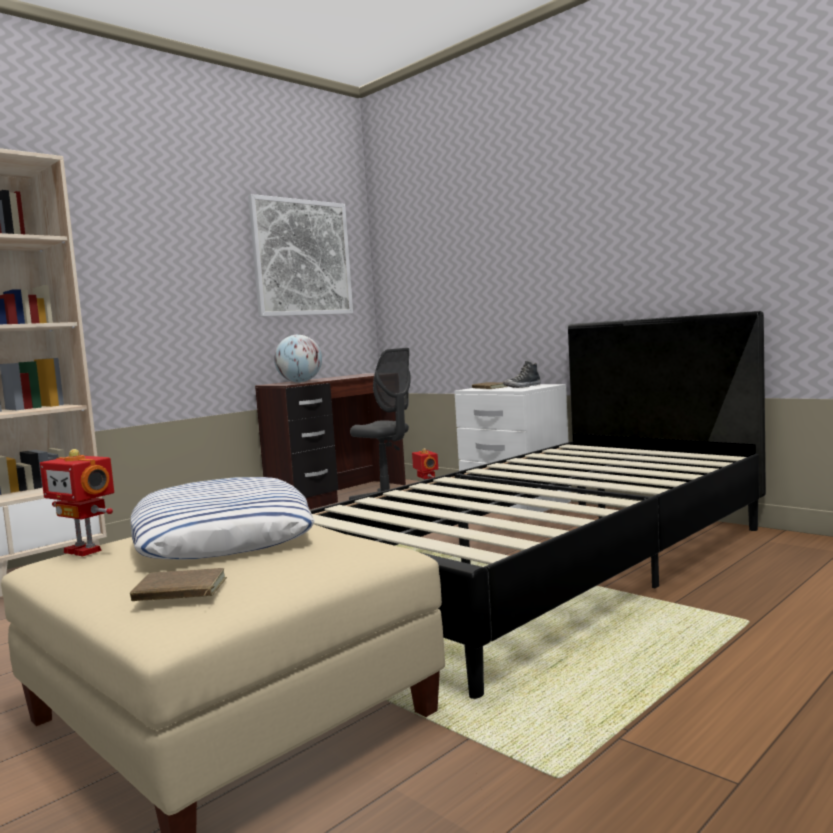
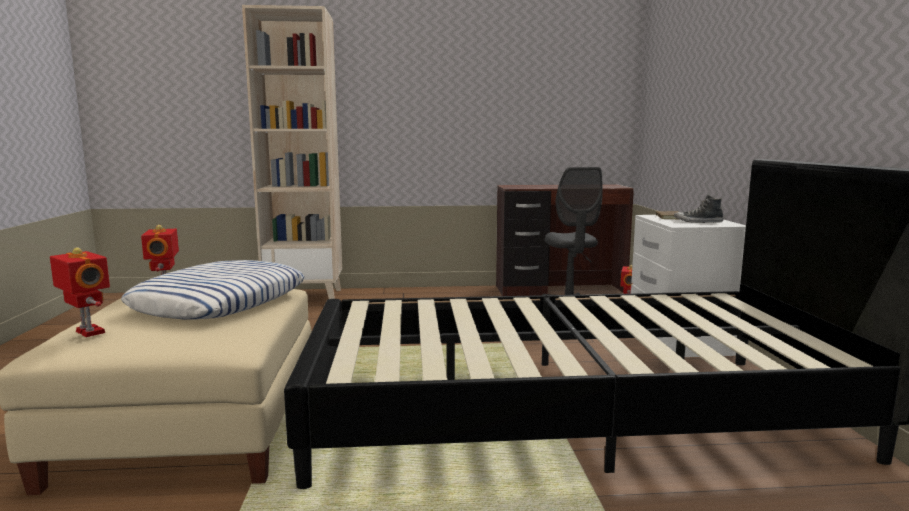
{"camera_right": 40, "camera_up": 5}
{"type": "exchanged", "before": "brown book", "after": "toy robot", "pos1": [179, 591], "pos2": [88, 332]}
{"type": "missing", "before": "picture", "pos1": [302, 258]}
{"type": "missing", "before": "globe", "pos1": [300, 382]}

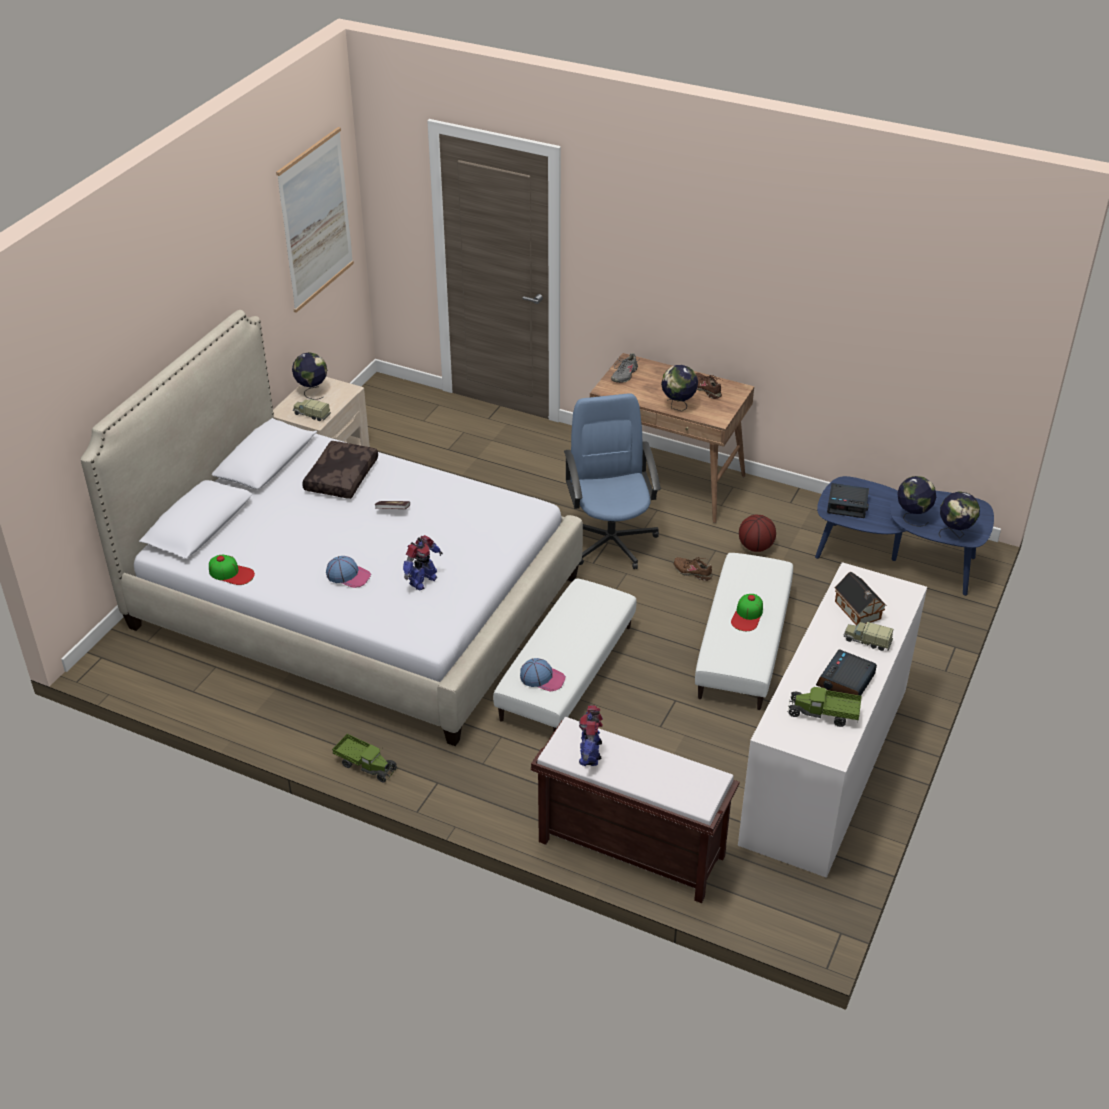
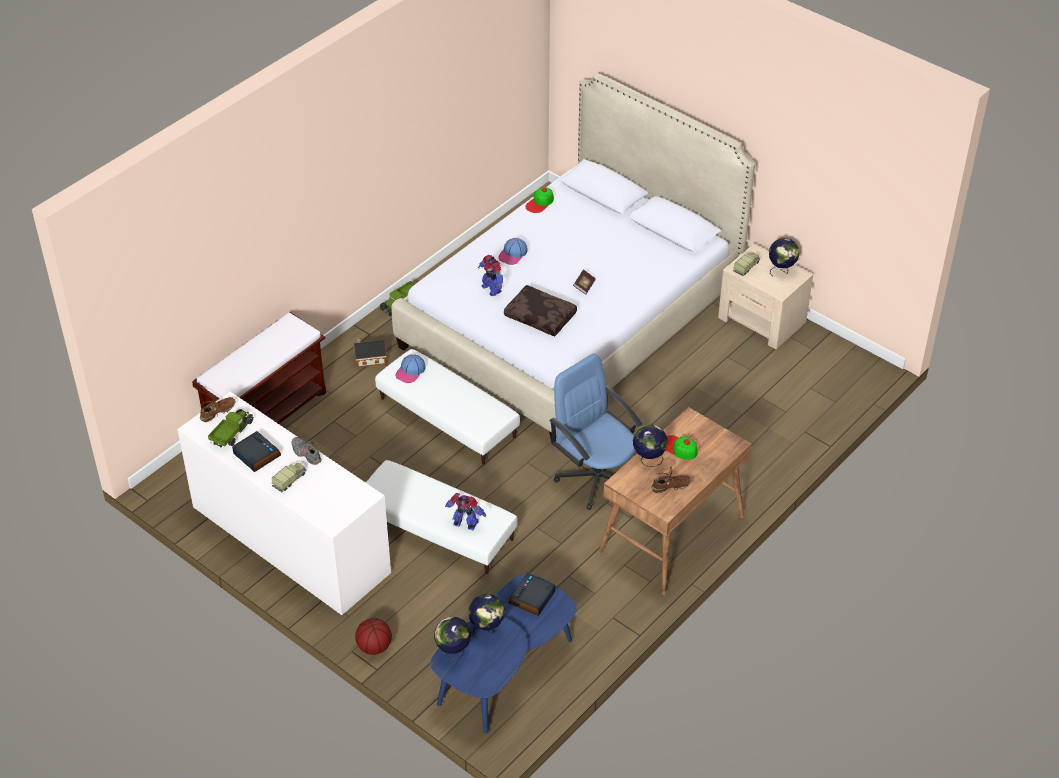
{"camera_right": 105, "camera_up": 5}
{"type": "missing", "before": "picture", "pos1": [315, 220]}
{"type": "relocated", "before": "brown pillow", "pos1": [340, 477], "pos2": [541, 316]}
{"type": "spun", "before": "blue office chair", "pos1": [611, 541], "pos2": [596, 477], "turn": -135}
{"type": "relocated", "before": "toy robot", "pos1": [590, 754], "pos2": [465, 524]}
{"type": "relocated", "before": "grey shoe", "pos1": [624, 375], "pos2": [306, 453]}
{"type": "relocated", "before": "brown shoe", "pos1": [692, 572], "pos2": [218, 412]}
{"type": "relocated", "before": "cap", "pos1": [747, 615], "pos2": [678, 447]}
{"type": "relocated", "before": "basketball", "pos1": [755, 547], "pos2": [374, 646]}
{"type": "relocated", "before": "toy house", "pos1": [858, 611], "pos2": [369, 359]}

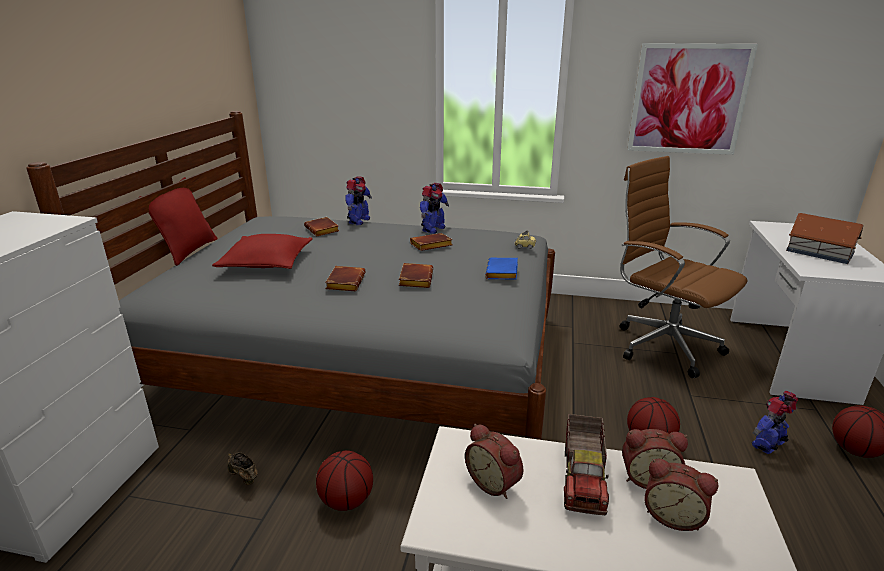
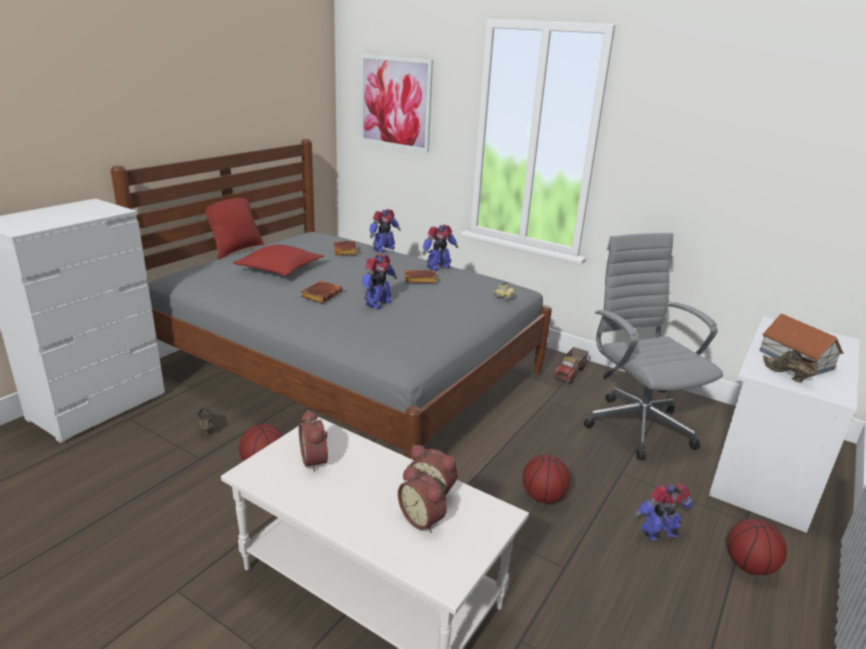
{"camera_right": 20, "camera_up": 0}
{"type": "exchanged", "before": "brown book", "after": "toy robot", "pos1": [415, 279], "pos2": [377, 303]}
{"type": "missing", "before": "blue book", "pos1": [503, 273]}
{"type": "relocated", "before": "toy truck", "pos1": [584, 478], "pos2": [570, 373]}
{"type": "colour", "before": "brown office chair", "after": "grey office chair", "pos1": [662, 345], "pos2": [635, 425]}
{"type": "relocated", "before": "picture", "pos1": [688, 99], "pos2": [395, 103]}
{"type": "appeared", "after": "brown shoe", "pos2": [787, 375]}

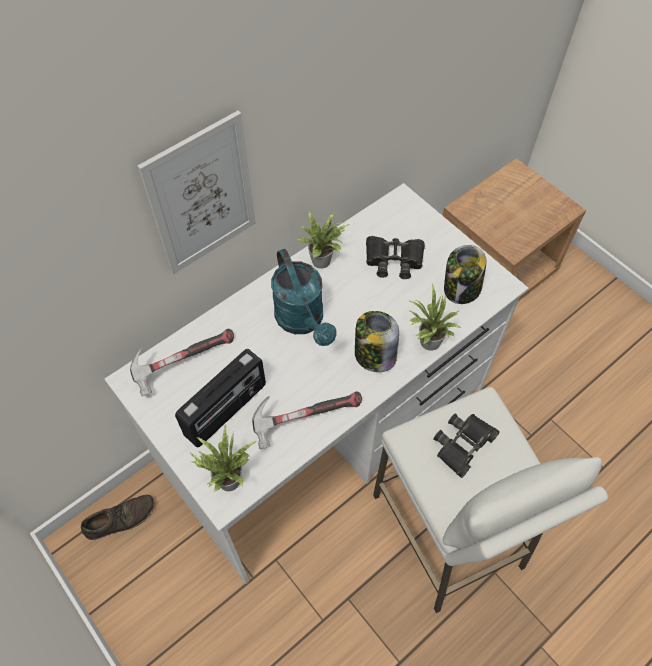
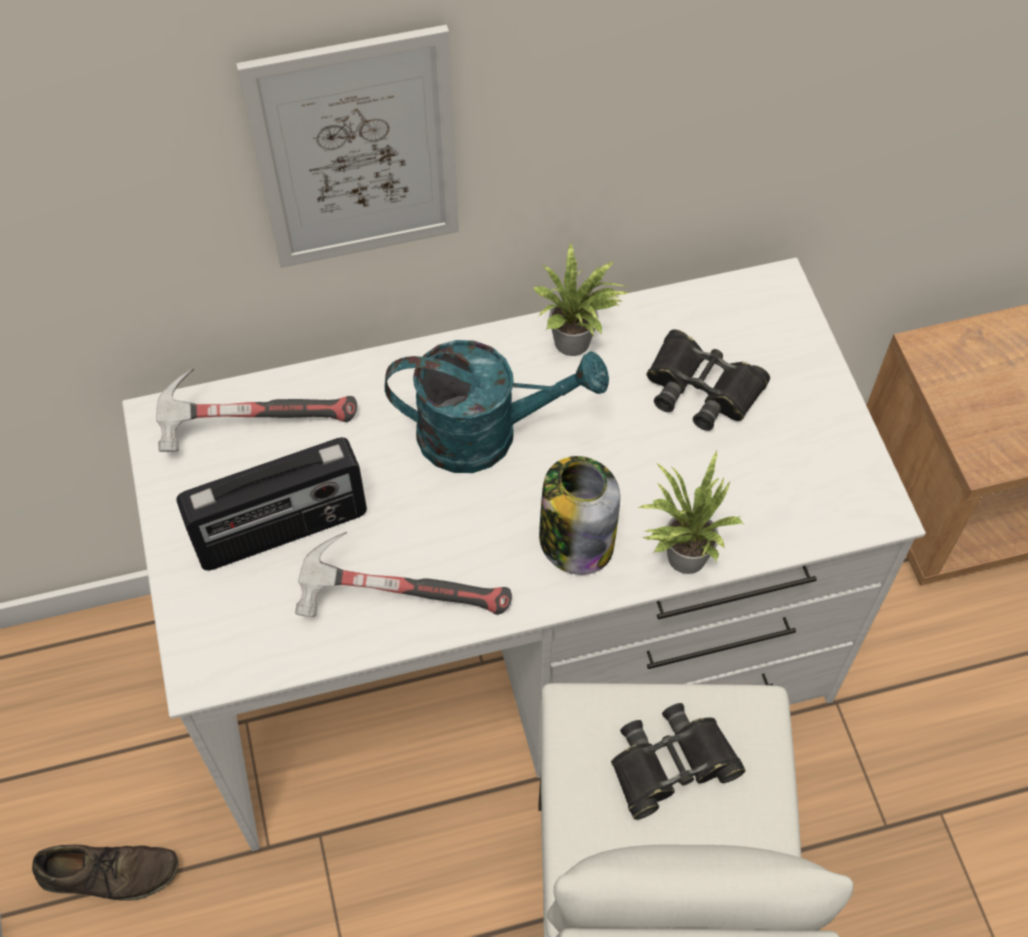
{"camera_right": 25, "camera_up": 0}
{"type": "relocated", "before": "brown shoe", "pos1": [120, 519], "pos2": [109, 873]}
{"type": "missing", "before": "potted plant", "pos1": [227, 477]}
{"type": "spun", "before": "turquoise watering can", "pos1": [303, 321], "pos2": [486, 433], "turn": -90}
{"type": "missing", "before": "jar", "pos1": [461, 289]}

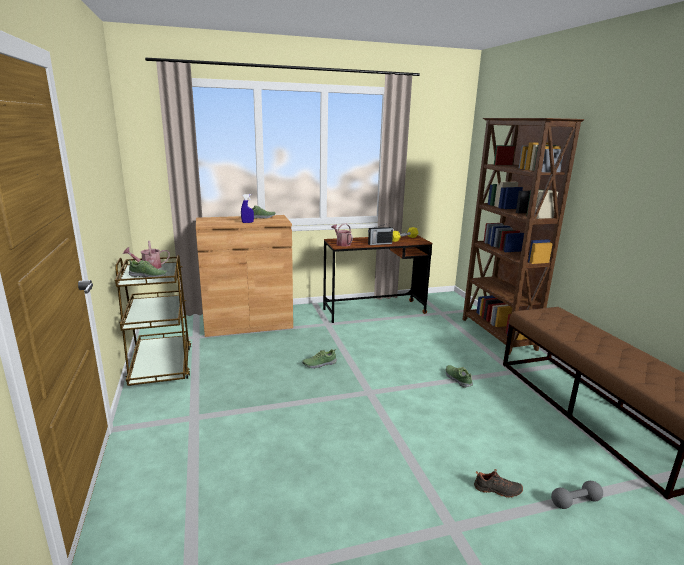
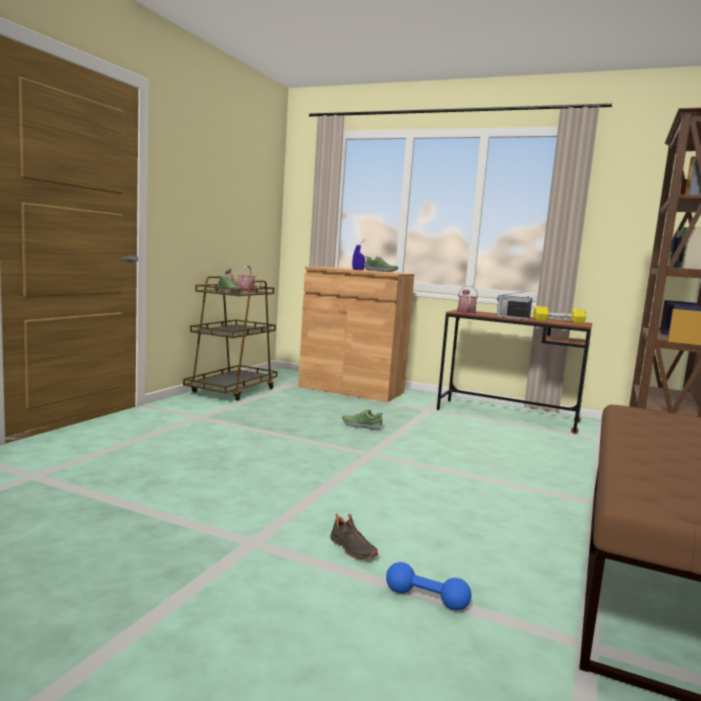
{"camera_right": 40, "camera_up": -10}
{"type": "missing", "before": "shoe", "pos1": [458, 379]}
{"type": "colour", "before": "grey dumbbell", "after": "blue dumbbell", "pos1": [575, 502], "pos2": [426, 599]}

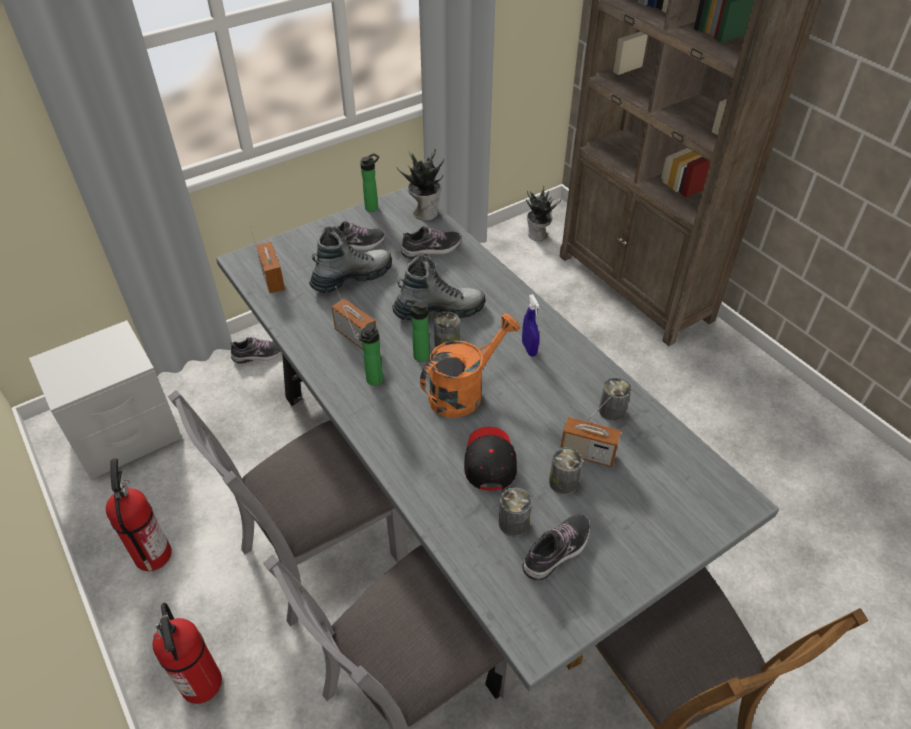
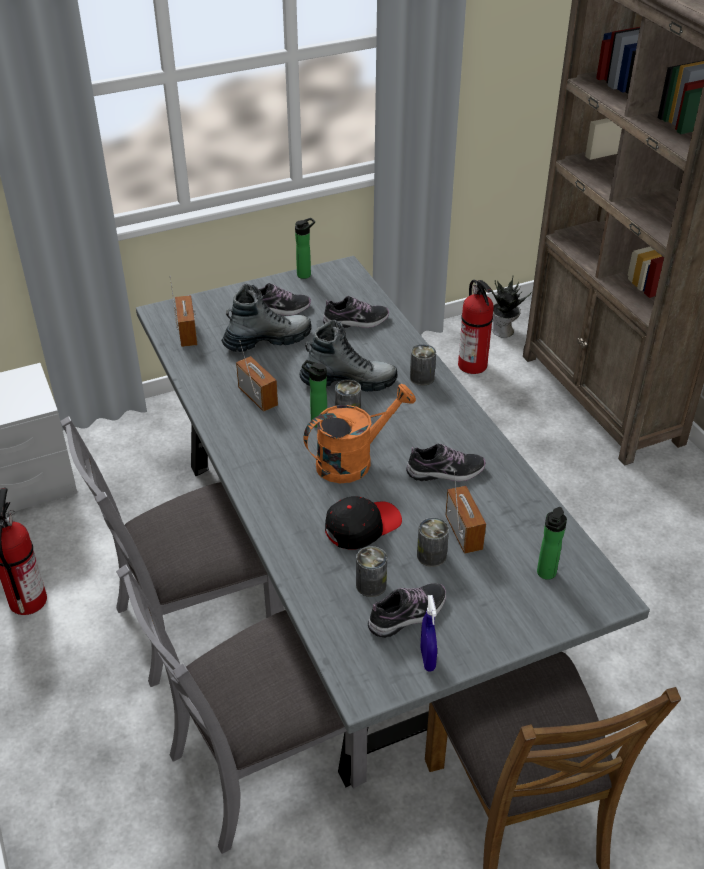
{"camera_right": 10, "camera_up": -5}
{"type": "relocated", "before": "fire extinguisher", "pos1": [202, 684], "pos2": [473, 365]}
{"type": "relocated", "before": "shoe", "pos1": [259, 355], "pos2": [445, 472]}
{"type": "relocated", "before": "bottle", "pos1": [373, 382], "pos2": [545, 574]}
{"type": "missing", "before": "potted plant", "pos1": [425, 212]}
{"type": "spun", "before": "black cap", "pos1": [489, 461], "pos2": [362, 526], "turn": 45}
{"type": "relocated", "before": "blue spray bottle", "pos1": [529, 349], "pos2": [427, 659]}
{"type": "spun", "before": "radio", "pos1": [587, 454], "pos2": [463, 533], "turn": -135}
{"type": "relocated", "before": "can", "pos1": [612, 411], "pos2": [422, 377]}

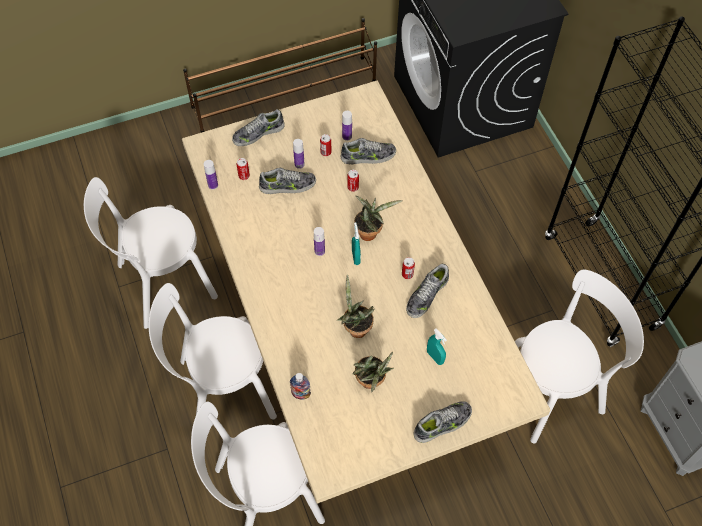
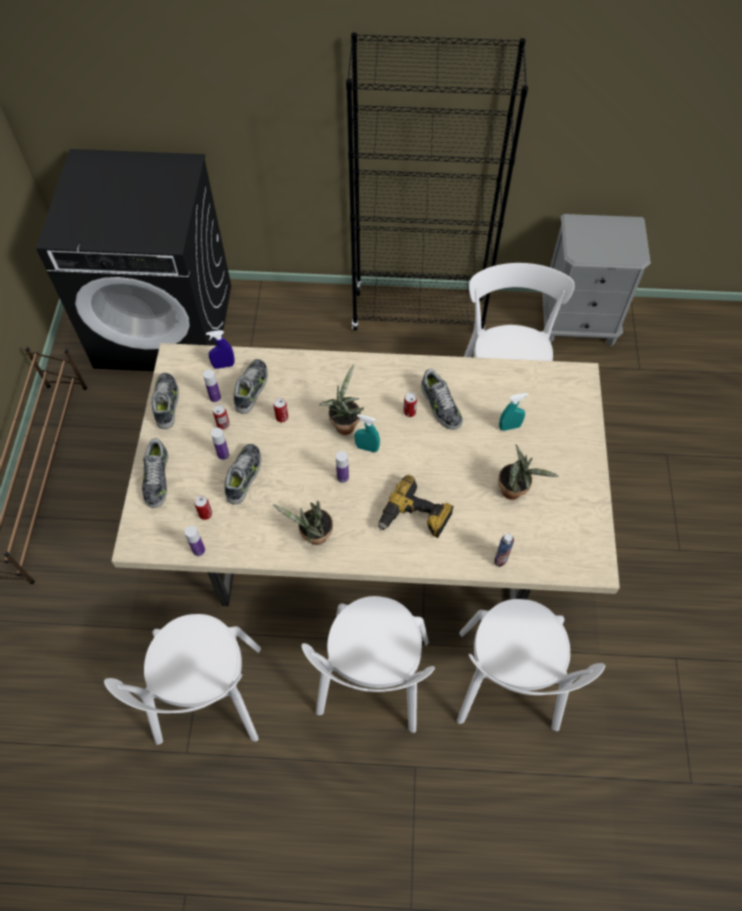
{"camera_right": -65, "camera_up": 0}
{"type": "relocated", "before": "potted plant", "pos1": [355, 328], "pos2": [313, 537]}
{"type": "relocated", "before": "shoe", "pos1": [443, 424], "pos2": [167, 403]}
{"type": "appeared", "after": "blue spray bottle", "pos2": [223, 365]}
{"type": "appeared", "after": "power drill", "pos2": [415, 518]}

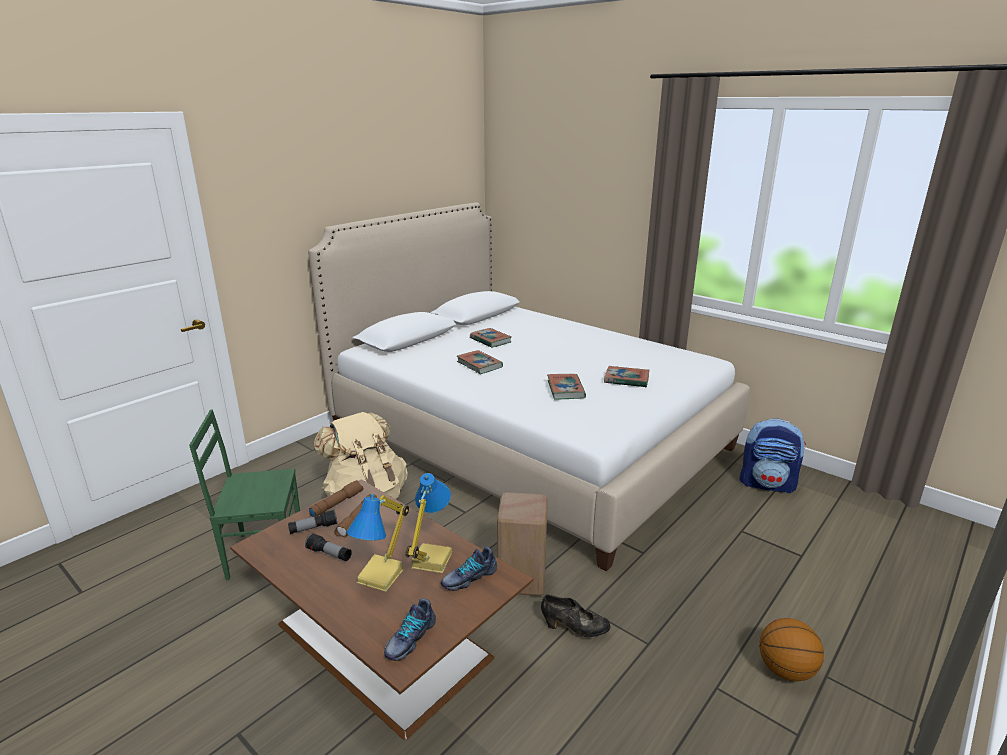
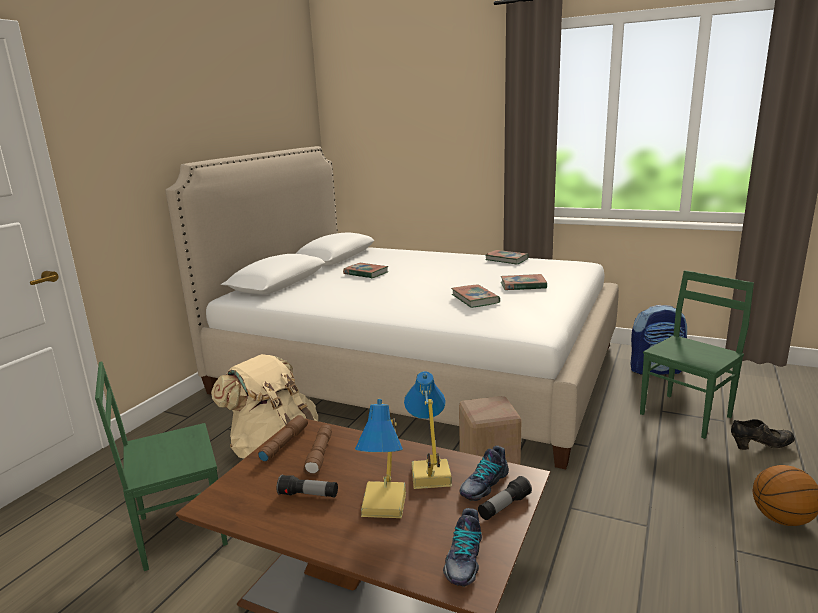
{"camera_right": -15, "camera_up": -5}
{"type": "relocated", "before": "flashlight", "pos1": [313, 528], "pos2": [504, 507]}
{"type": "relocated", "before": "book", "pos1": [479, 365], "pos2": [506, 260]}
{"type": "relocated", "before": "black shoe", "pos1": [574, 629], "pos2": [760, 446]}
{"type": "appeared", "after": "green chair", "pos2": [687, 415]}

